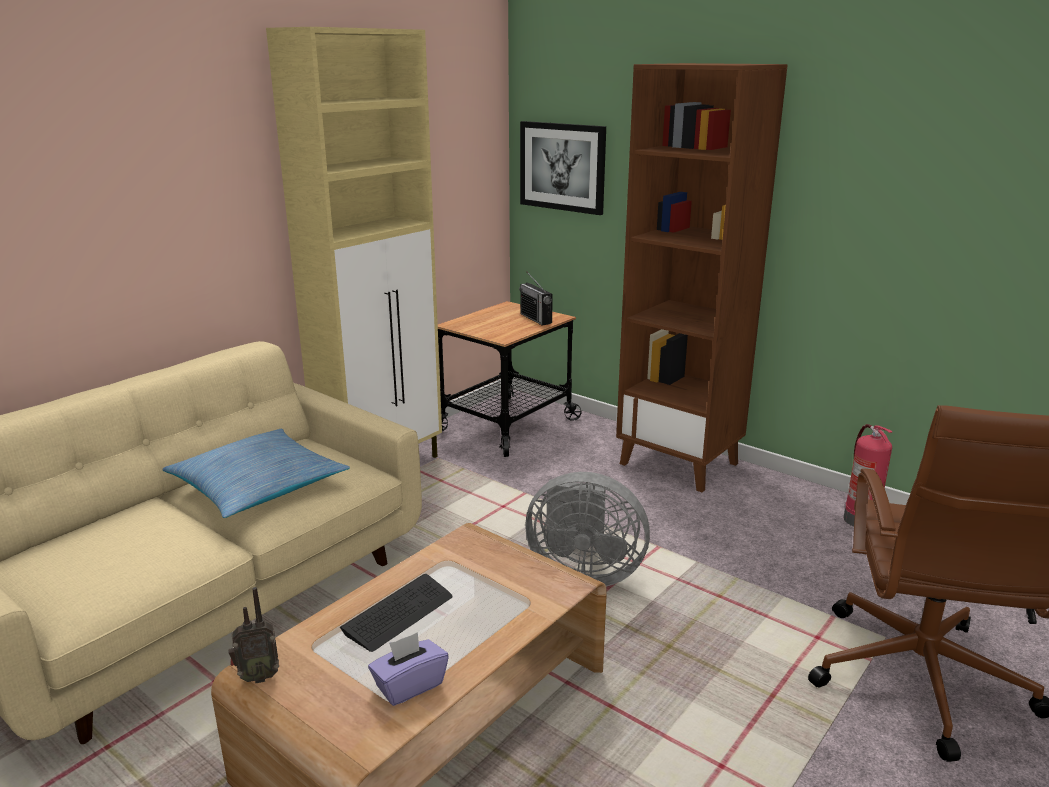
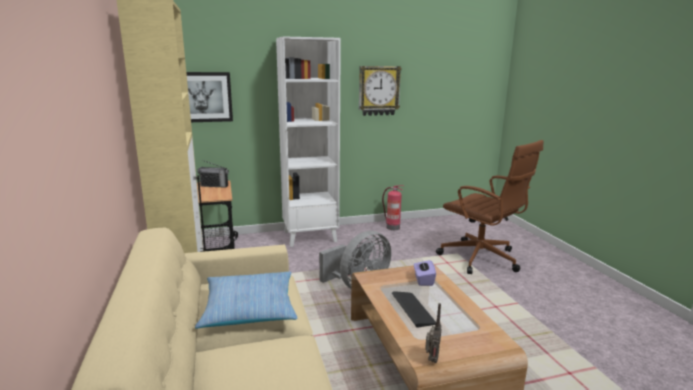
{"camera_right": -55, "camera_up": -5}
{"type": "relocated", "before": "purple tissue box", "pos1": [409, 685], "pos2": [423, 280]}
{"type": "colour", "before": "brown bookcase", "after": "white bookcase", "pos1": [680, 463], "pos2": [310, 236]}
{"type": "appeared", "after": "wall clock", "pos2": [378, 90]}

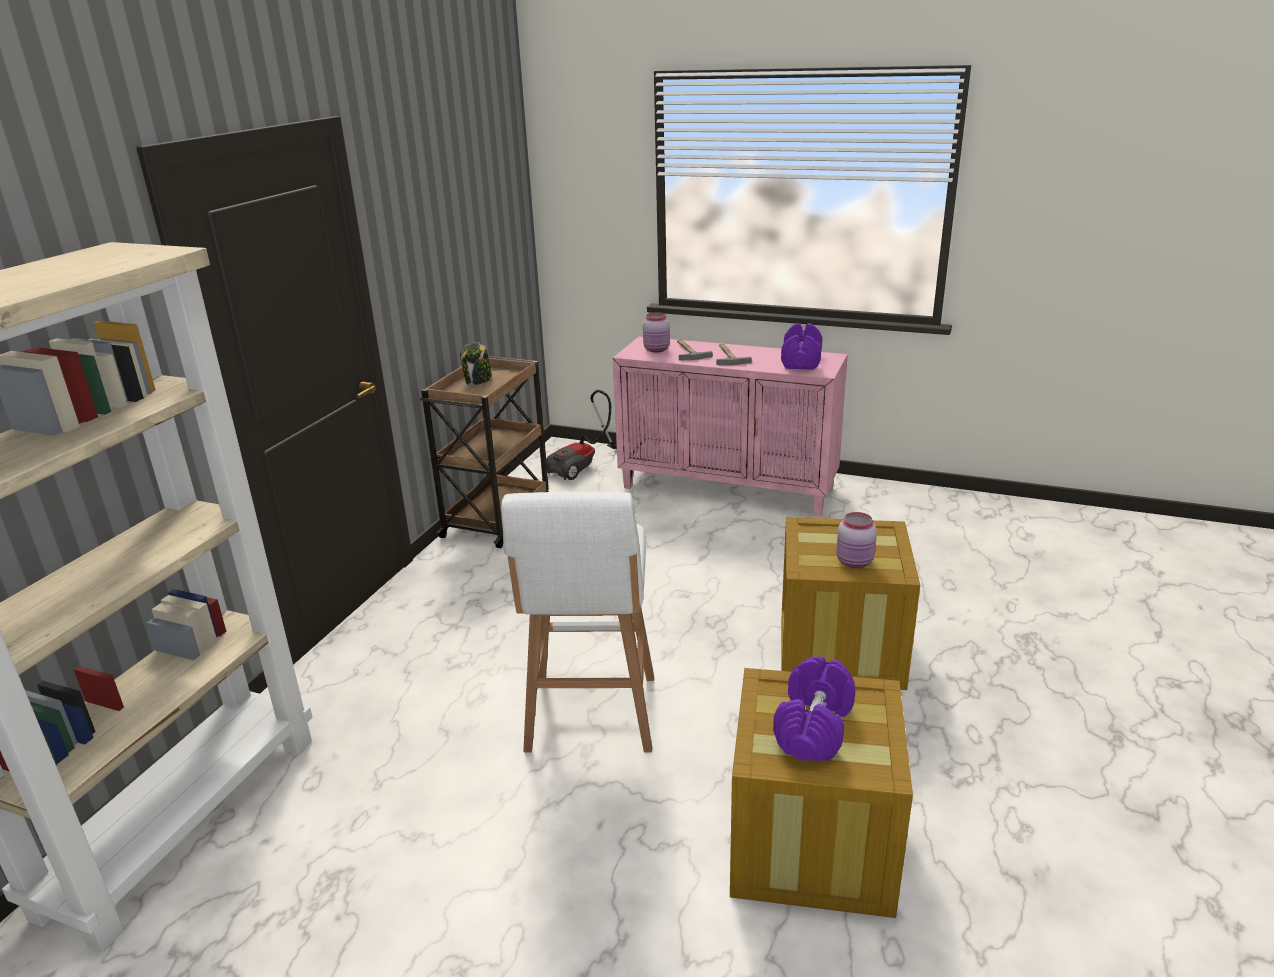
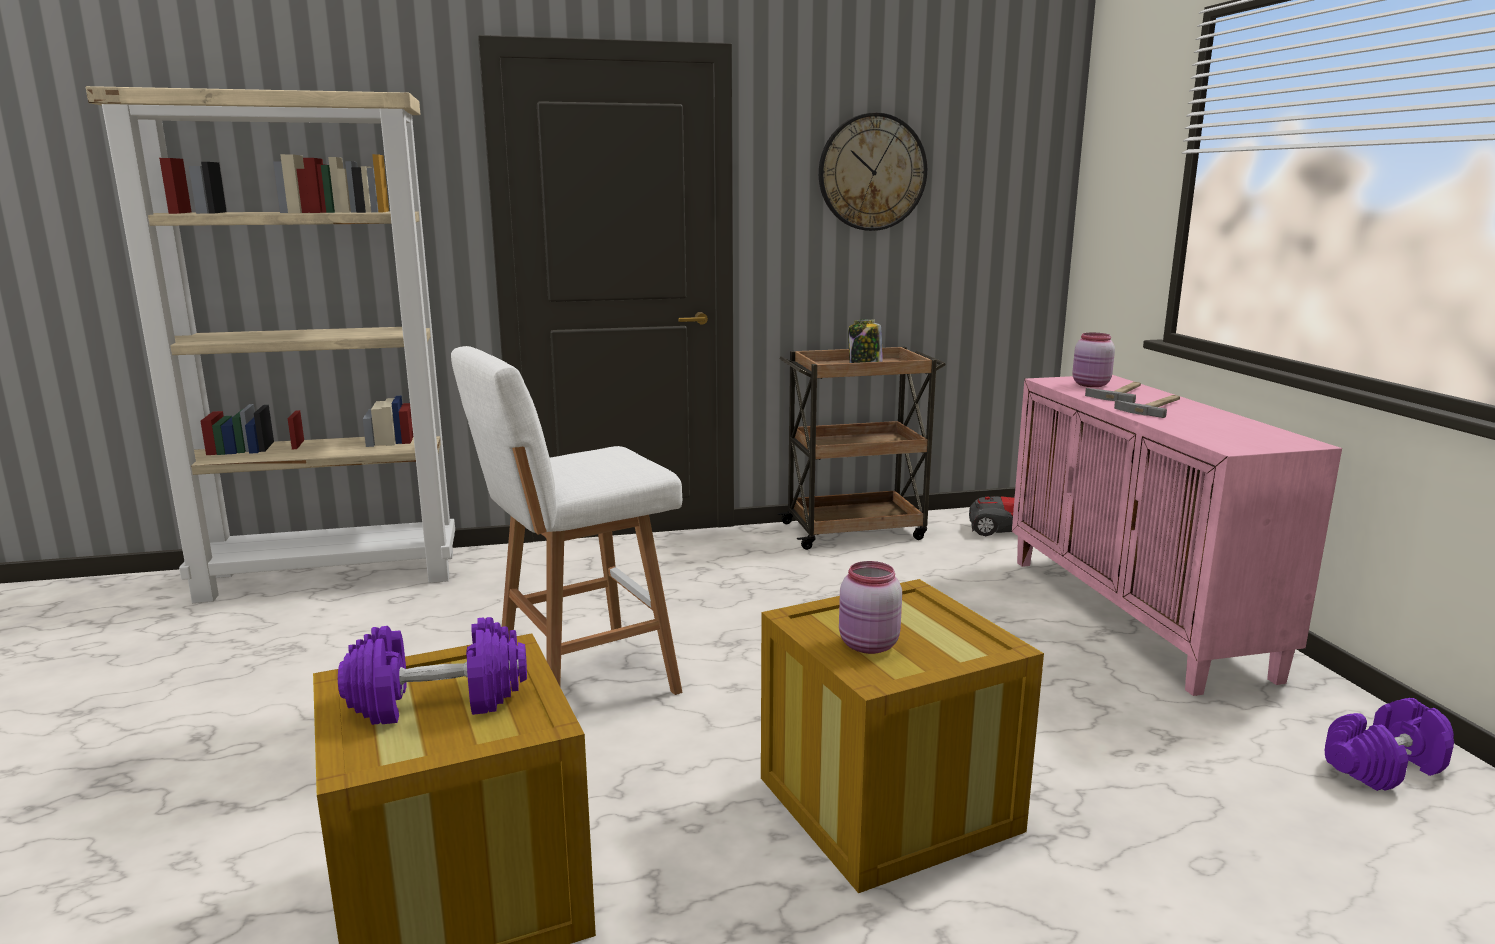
{"camera_right": 55, "camera_up": -10}
{"type": "relocated", "before": "purple dumbbell", "pos1": [801, 361], "pos2": [1384, 767]}
{"type": "appeared", "after": "wall clock", "pos2": [872, 172]}

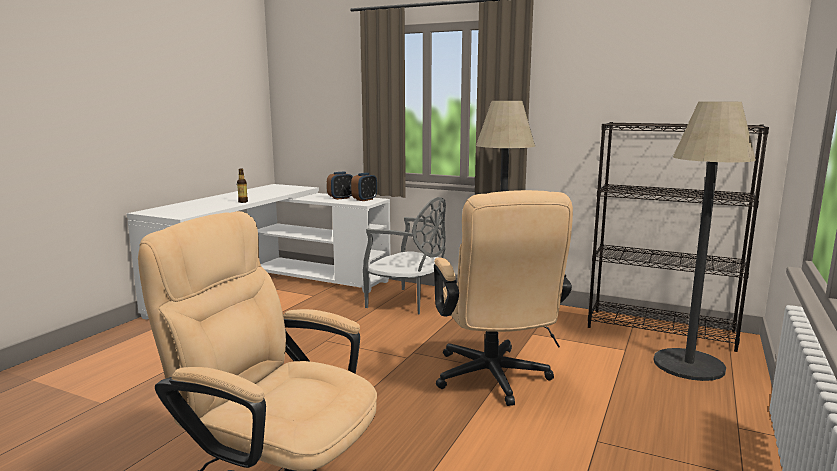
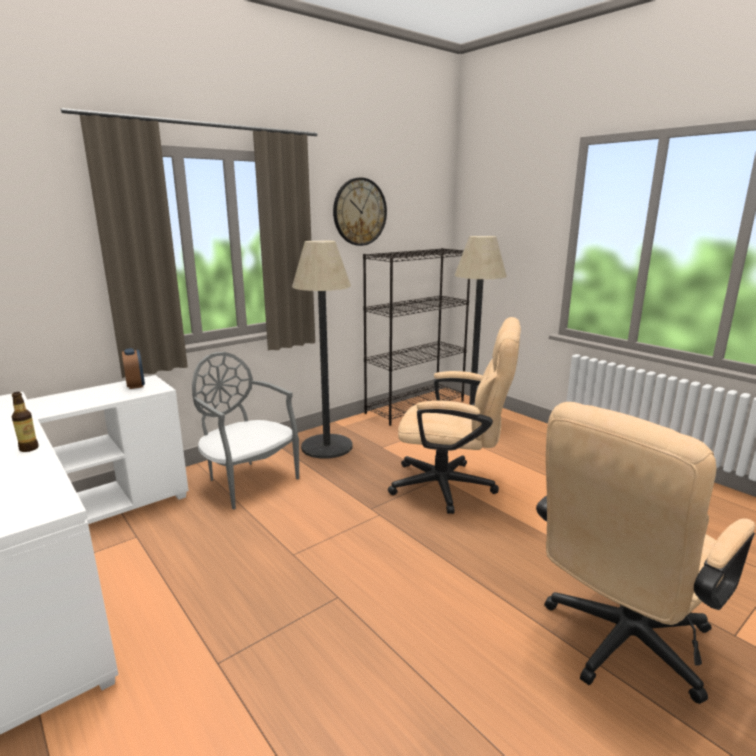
{"camera_right": -65, "camera_up": 5}
{"type": "missing", "before": "alarm clock", "pos1": [341, 198]}
{"type": "spun", "before": "grey chair", "pos1": [407, 303], "pos2": [248, 481], "turn": -105}
{"type": "appeared", "after": "wall clock", "pos2": [359, 212]}

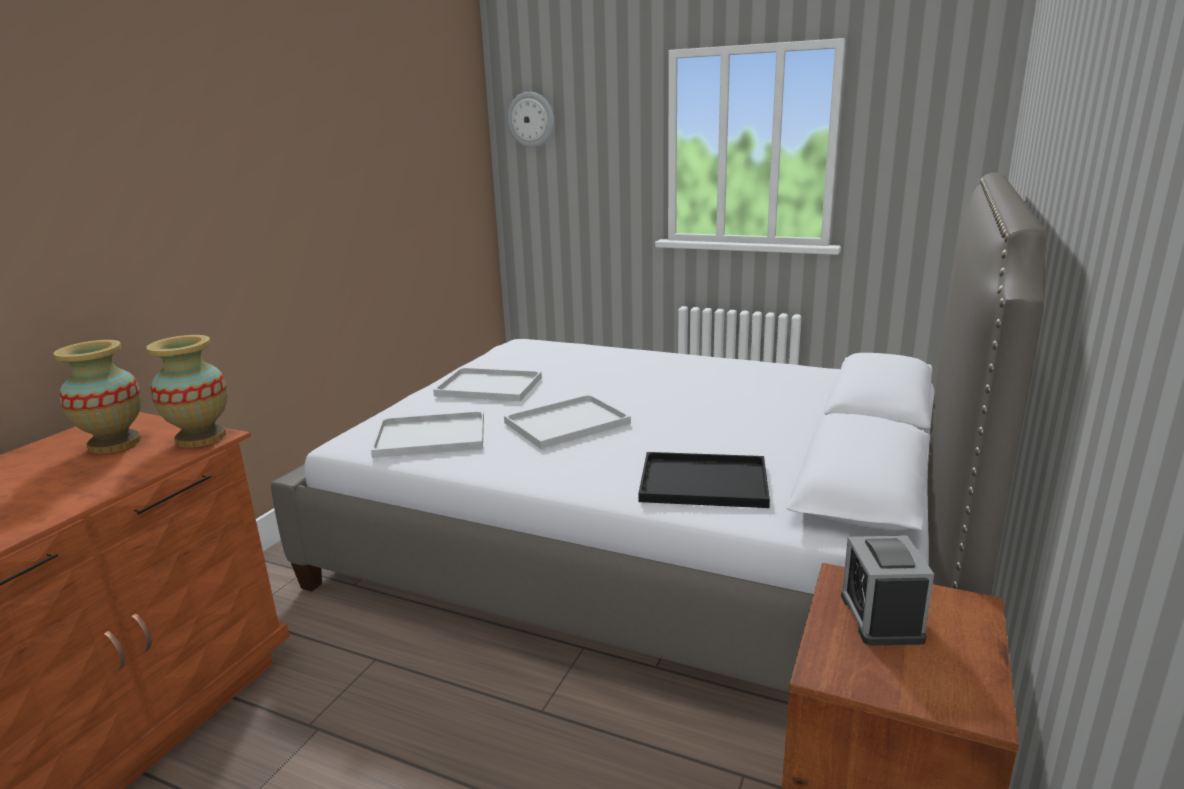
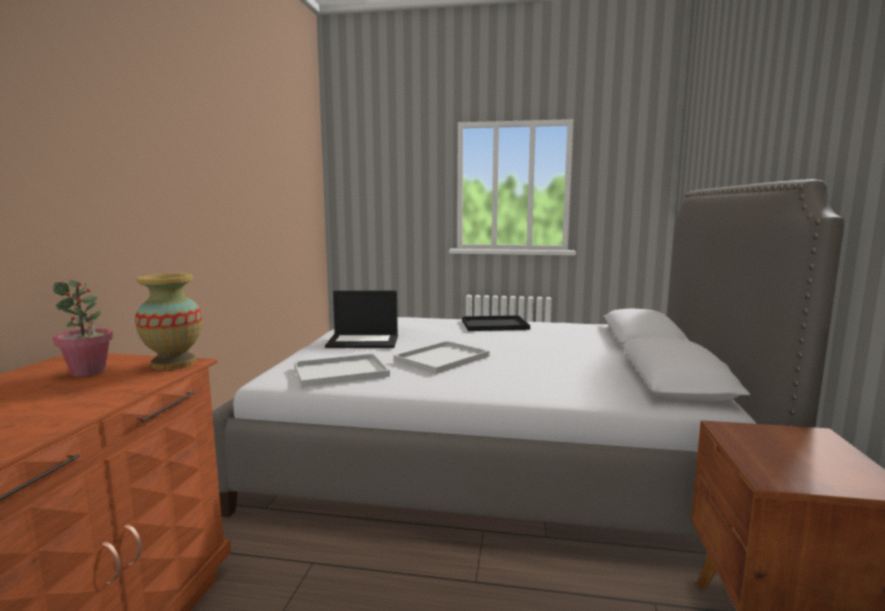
{"camera_right": -15, "camera_up": -10}
{"type": "exchanged", "before": "vase", "after": "potted plant", "pos1": [115, 443], "pos2": [88, 371]}
{"type": "exchanged", "before": "white tray", "after": "laptop", "pos1": [491, 386], "pos2": [364, 341]}
{"type": "missing", "before": "wall clock", "pos1": [531, 120]}
{"type": "relocated", "before": "black tray", "pos1": [701, 482], "pos2": [493, 325]}
{"type": "missing", "before": "alarm clock", "pos1": [881, 617]}

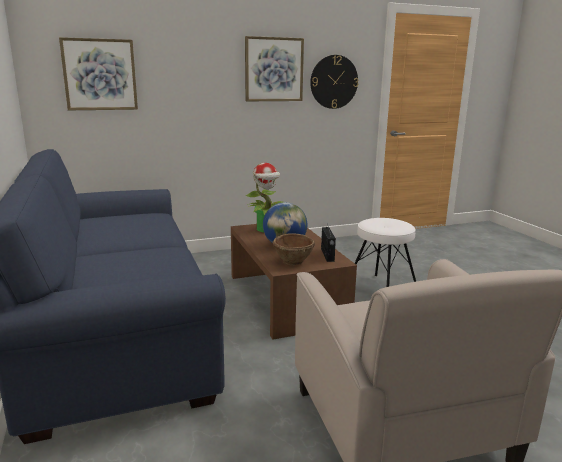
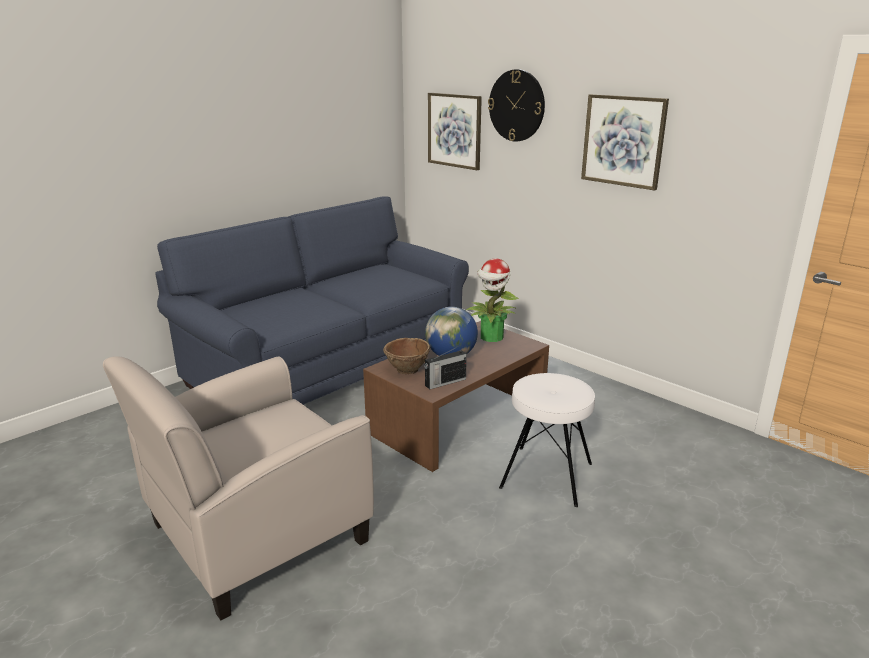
{"camera_right": 65, "camera_up": 5}
{"type": "relocated", "before": "wall clock", "pos1": [334, 82], "pos2": [516, 105]}

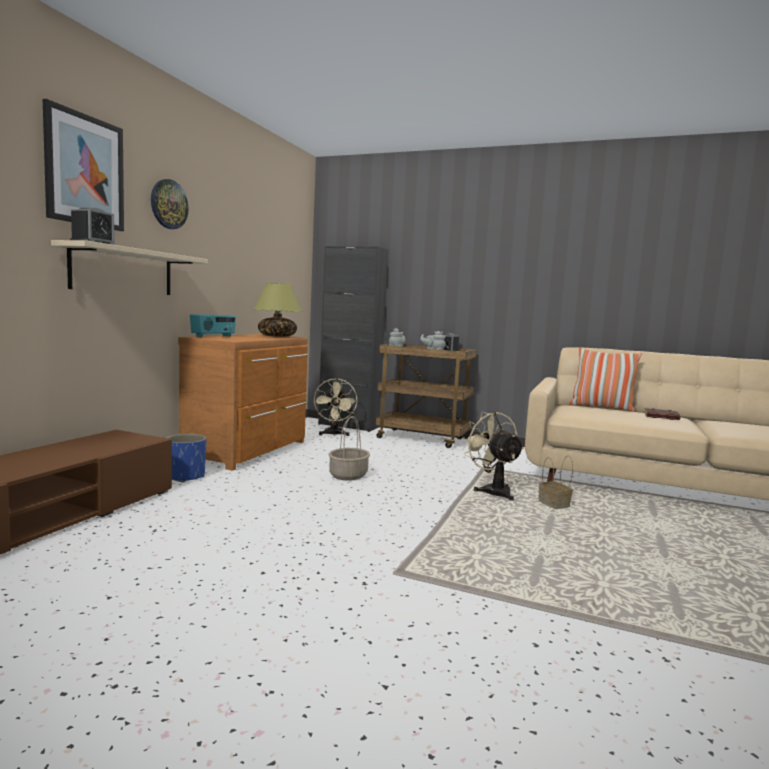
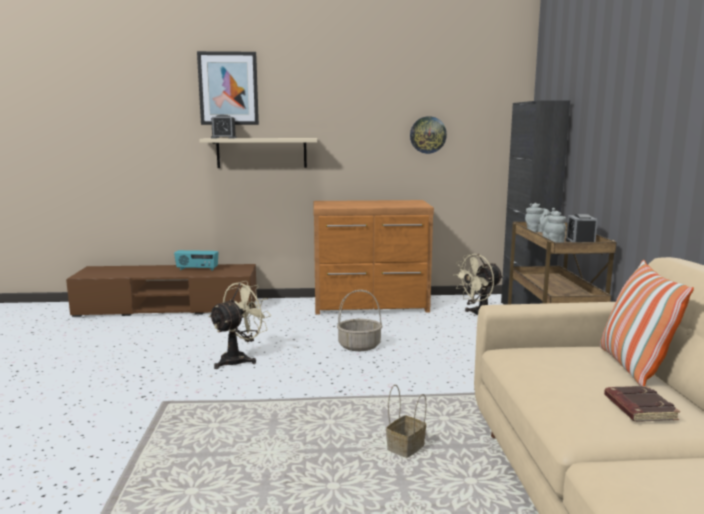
{"camera_right": 65, "camera_up": 5}
{"type": "relocated", "before": "wall clock", "pos1": [168, 204], "pos2": [428, 135]}
{"type": "missing", "before": "blue planter", "pos1": [186, 477]}
{"type": "relocated", "before": "radio", "pos1": [213, 336], "pos2": [197, 269]}
{"type": "missing", "before": "table lamp", "pos1": [276, 336]}
{"type": "relocated", "before": "beige fan", "pos1": [492, 491], "pos2": [239, 359]}

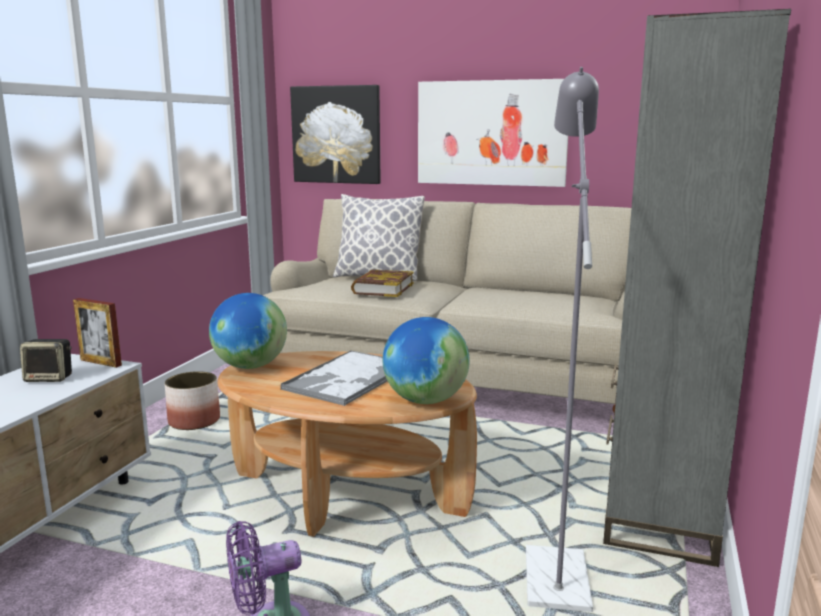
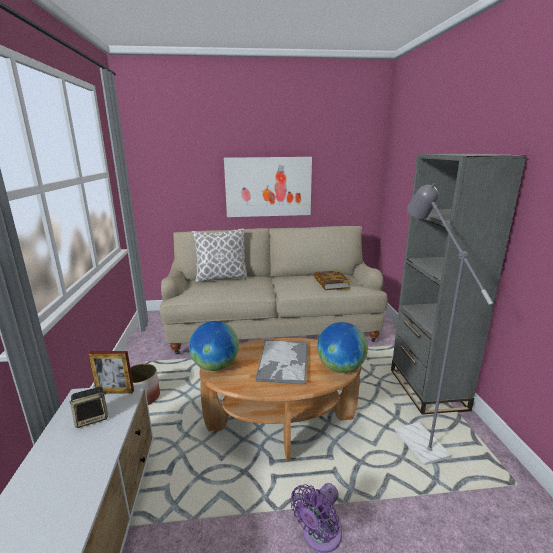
{"camera_right": -25, "camera_up": 5}
{"type": "missing", "before": "picture", "pos1": [336, 135]}
{"type": "relocated", "before": "book", "pos1": [382, 288], "pos2": [331, 283]}

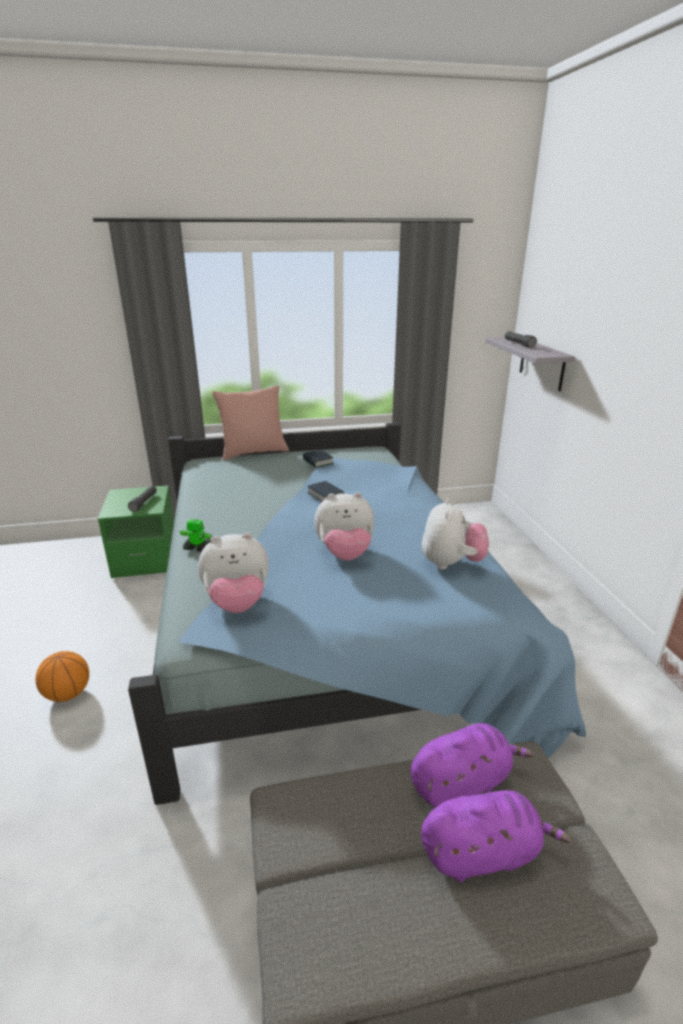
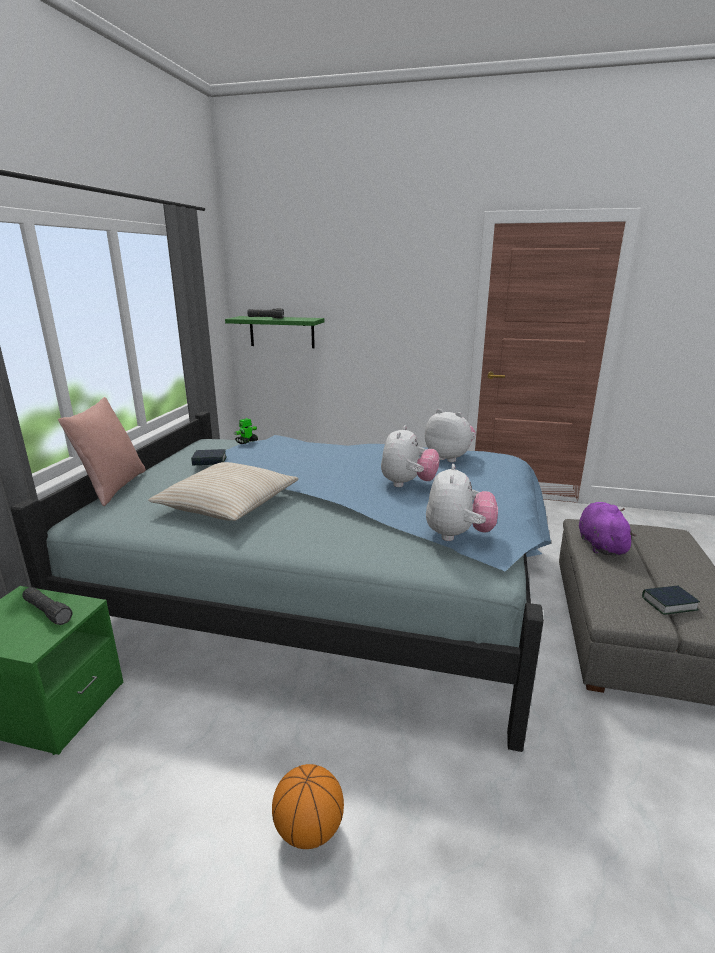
{"camera_right": -65, "camera_up": -5}
{"type": "relocated", "before": "toy robot", "pos1": [198, 548], "pos2": [246, 441]}
{"type": "relocated", "before": "book", "pos1": [325, 495], "pos2": [669, 603]}
{"type": "missing", "before": "purple plush toy", "pos1": [483, 852]}
{"type": "colour", "before": "grey shelf", "after": "green shelf", "pos1": [542, 363], "pos2": [282, 332]}
{"type": "appeared", "after": "beige pillow", "pos2": [227, 504]}

